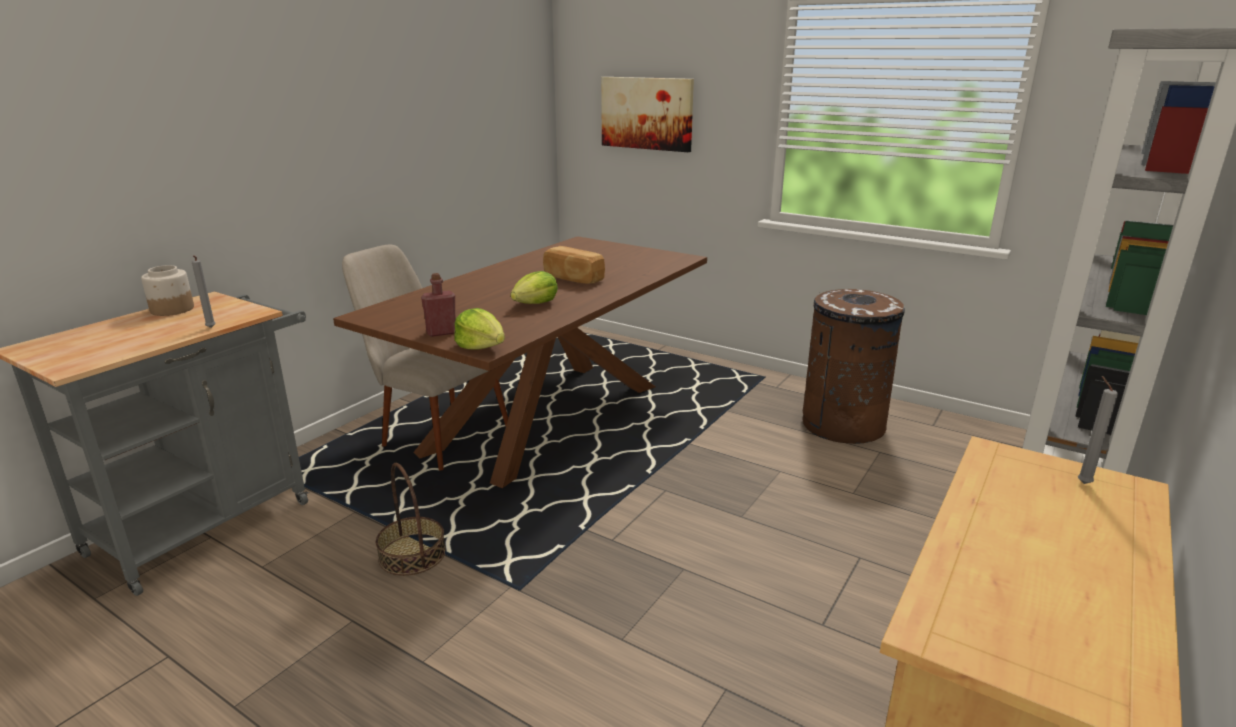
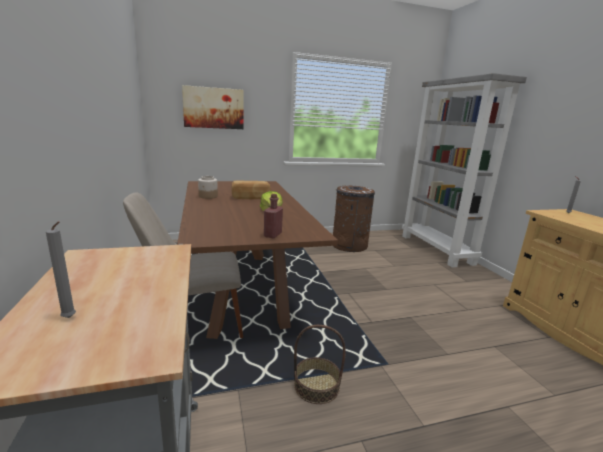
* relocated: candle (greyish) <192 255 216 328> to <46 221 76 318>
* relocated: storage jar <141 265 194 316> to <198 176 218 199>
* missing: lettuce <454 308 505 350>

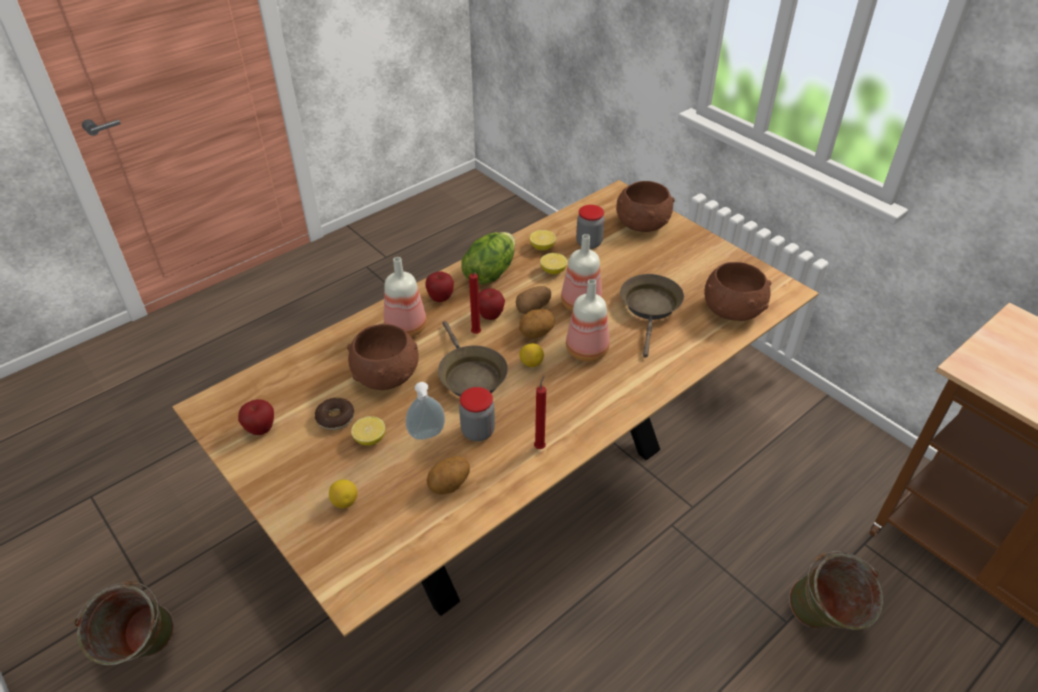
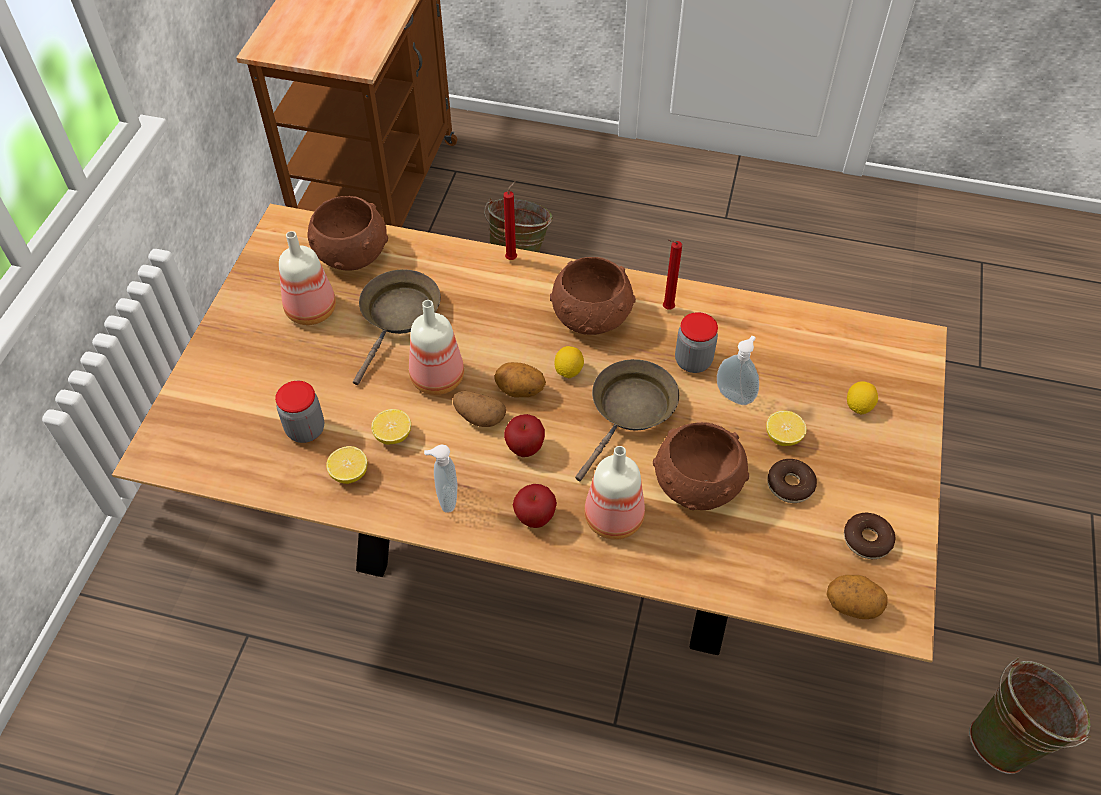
* relocated: bowl (brownish) <616 181 675 232> to <550 257 636 335>
* exchanged: lettuce <462 232 515 285> to liquid soap bottle <424 444 457 513>
* relocated: candle (red-coloured) <469 273 481 334> to <503 181 517 260>
* spun: skillet (brownish) <620 274 684 357> = <353 269 441 385> 135 degrees clockwise
* relocated: drink bottle <566 279 610 362> to <279 231 336 325>
* exchanged: apple <238 399 274 435> to donut <844 513 896 559>
* relocated: spud <427 456 470 494> to <826 575 888 619>

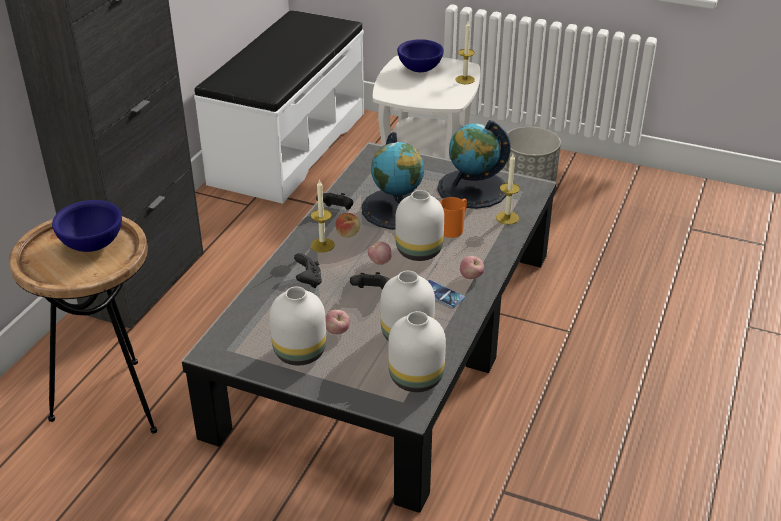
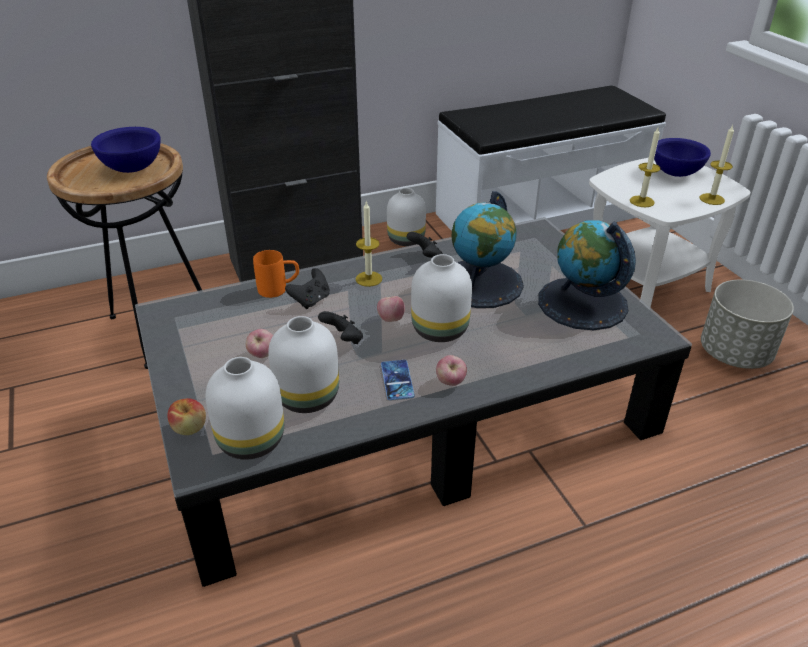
* relocated: candle <496 154 520 225> to <630 128 660 207>
* relocated: coffee mug (orange-coloured) <440 197 467 238> to <253 250 299 298>
* relocated: apple <335 213 360 238> to <167 398 206 435>
* relocated: decorative vase (white) <269 287 326 366> to <387 188 426 246>

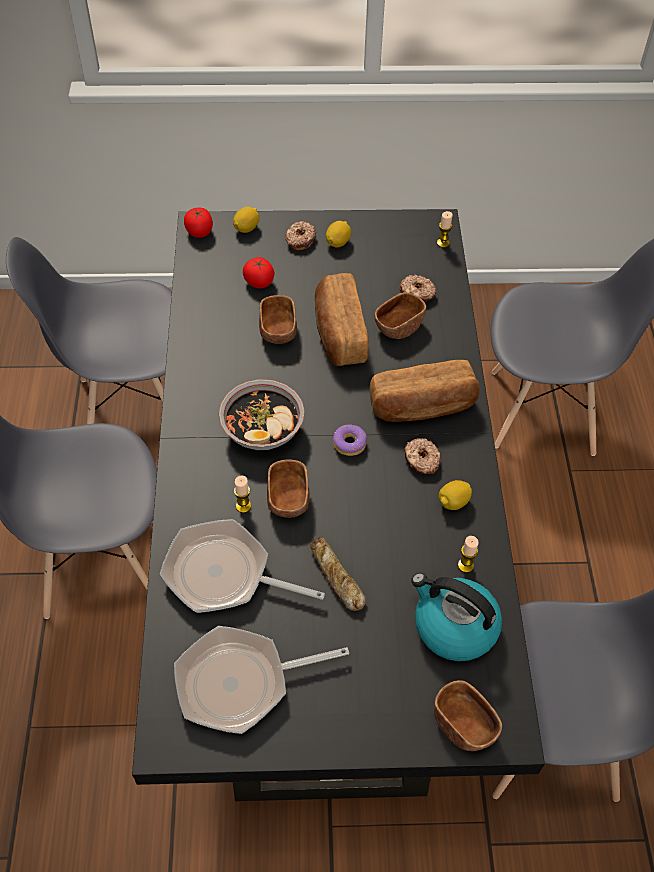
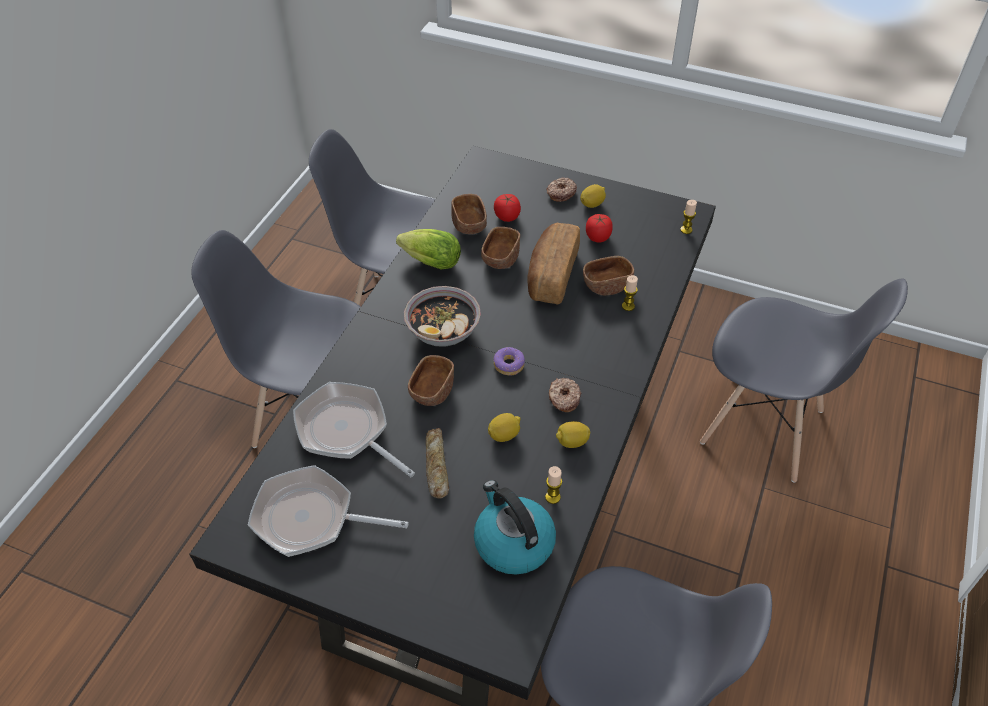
* relocated: lemon <233 207 259 233> to <488 413 520 442>
* relocated: whole tomato <184 208 213 238> to <586 214 613 242>
* missing: donut <400 275 436 302>
* missing: baked bread <370 360 480 422>
* relocated: candle <234 475 251 513> to <622 275 638 311>
* relocated: bowl (brownish) <434 680 502 751> to <451 194 487 234>
* appeared: lettuce <396 229 461 270>

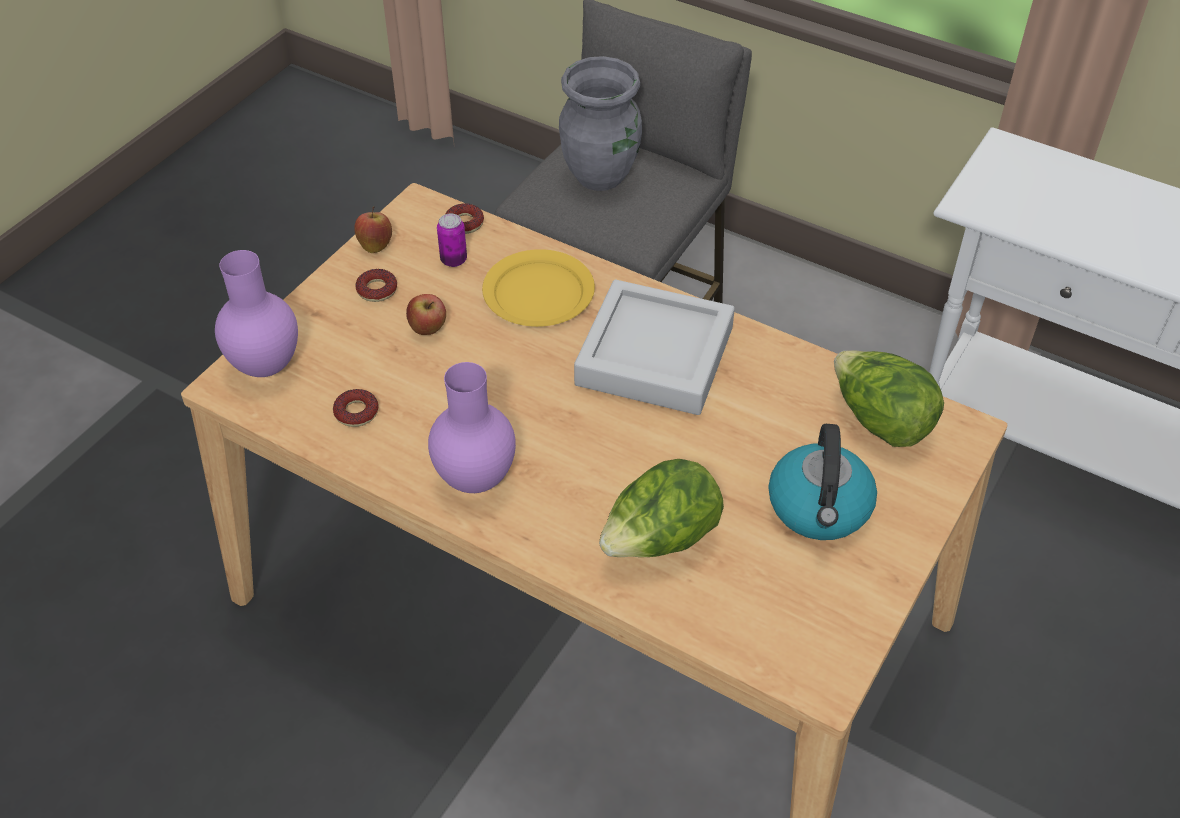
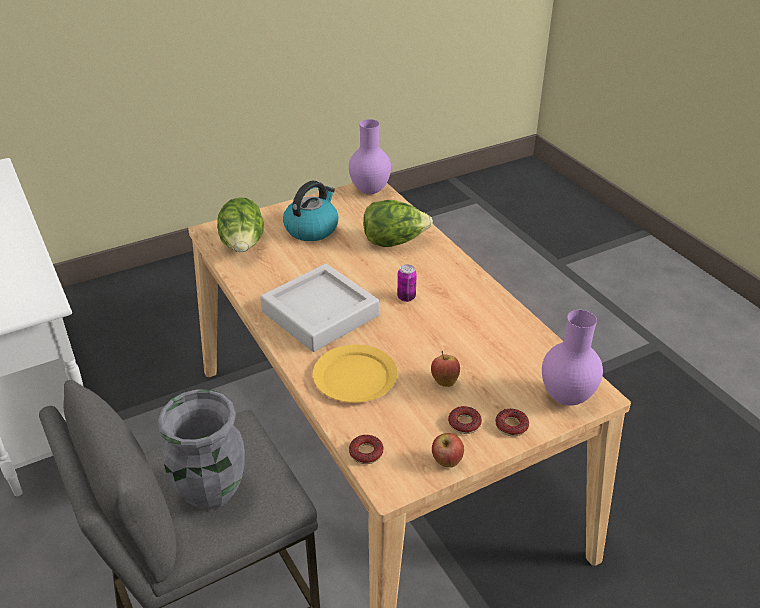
* relocated: sealed can <437 213 467 267> to <397 264 417 302>
* relocated: decorative vase (purple) <428 362 516 493> to <349 119 391 195>
* relocated: donut <333 389 378 427> to <495 409 529 436>

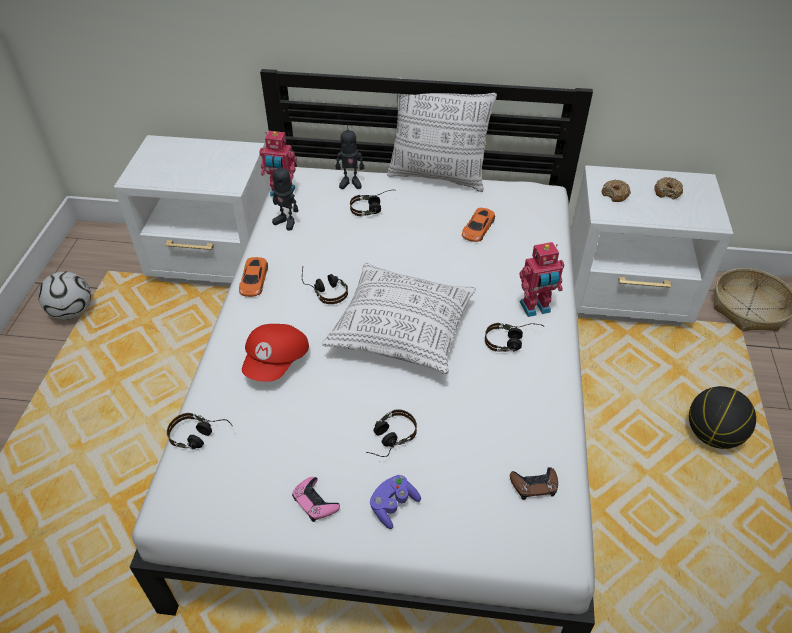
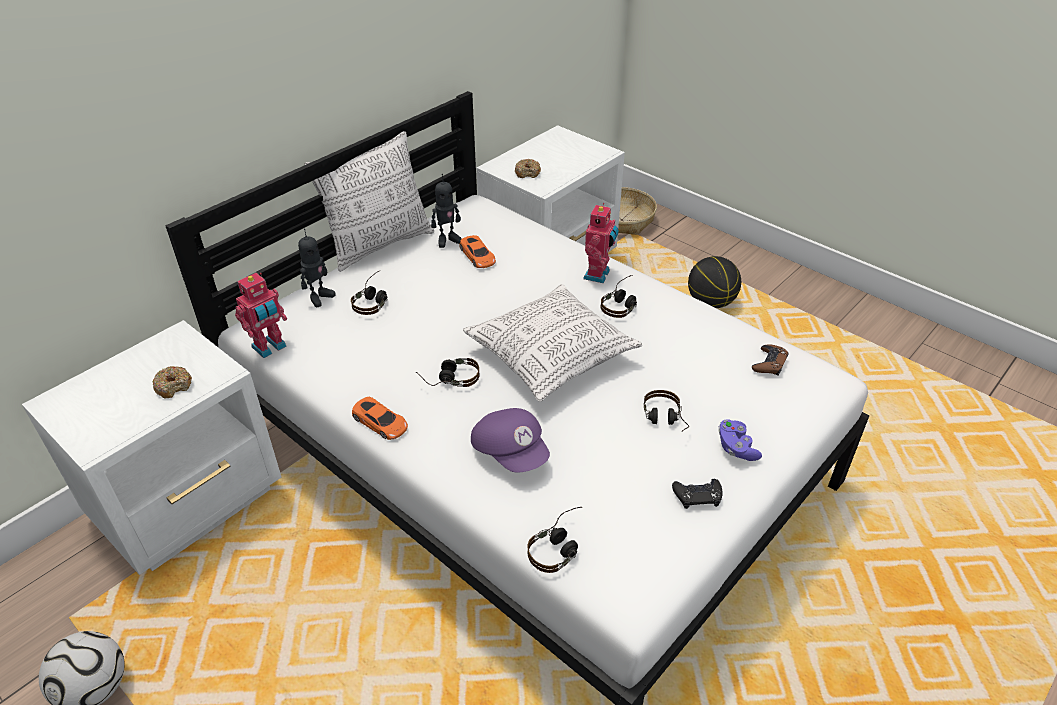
* relocated: robot figure <272 161 298 230> to <431 174 462 248>
* relocated: donut <654 177 683 199> to <153 366 192 398>
* colour: peaked cap (red-coloured) <242 324 309 382> to peaked cap (purple) <471 408 550 472>
* colour: game controller (pinkish) <292 477 340 522> to game controller (blackish) <672 479 723 509>

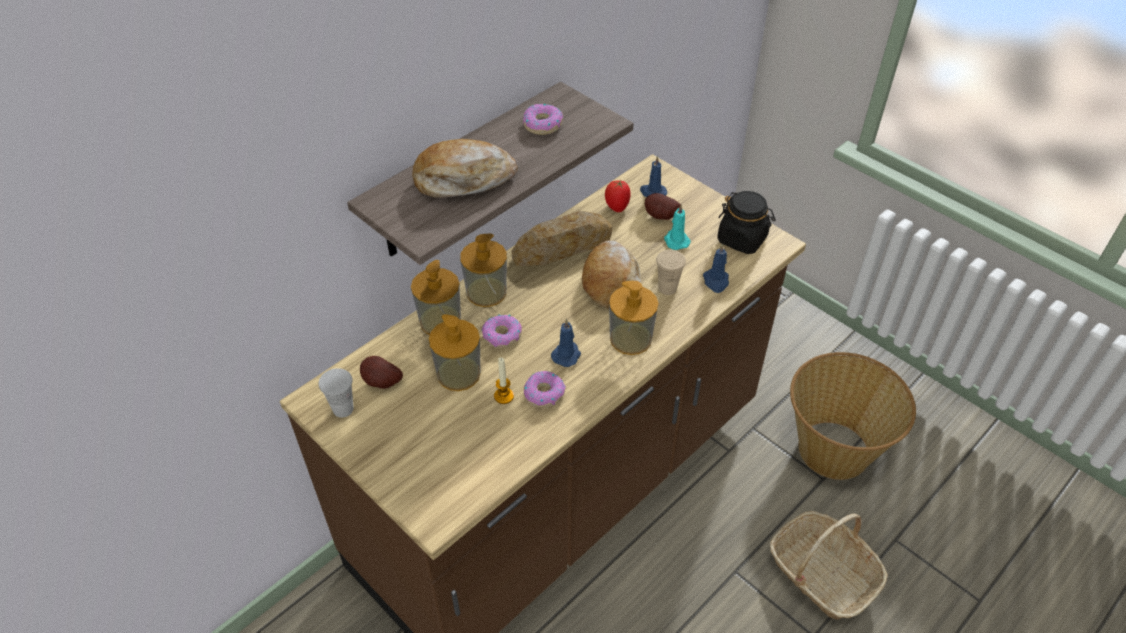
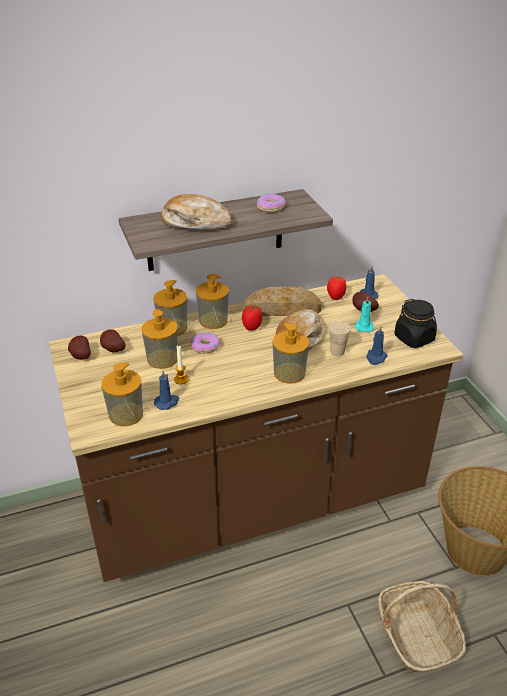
* relocated: candle (blue-coloured) <551 319 581 367> to <154 371 179 410>
* exchanged: drinking cup (white) <319 368 354 418> to spud <68 336 91 360>
* missing: donut <524 371 566 408>
* appeared: whole tomato <242 306 262 331>
* appeared: liquid soap bottle <101 363 143 427>

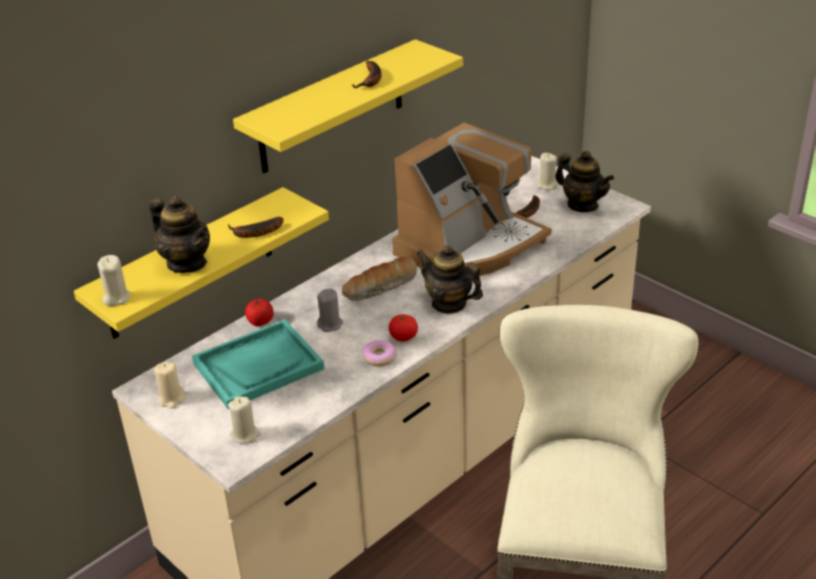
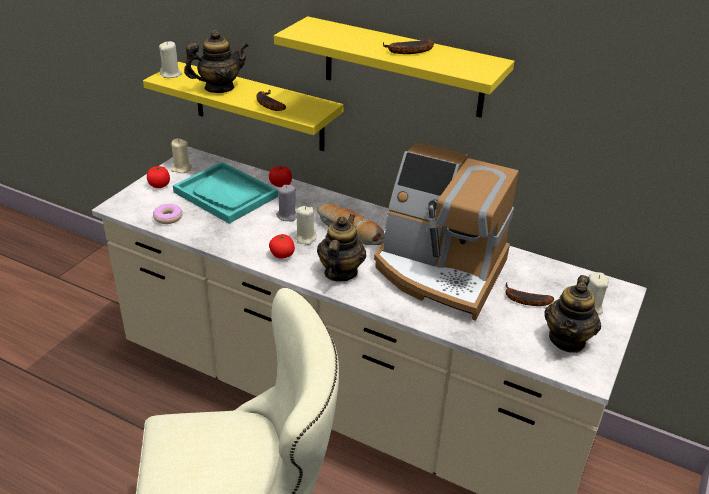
* spun: tea pot <149 196 210 273> = <184 30 249 93> 135 degrees counterclockwise
* relocated: donut <362 340 397 366> to <153 204 183 224>
* relocated: candle (beige) <228 397 261 443> to <295 206 317 245>
* appeared: whole tomato <147 166 170 188>

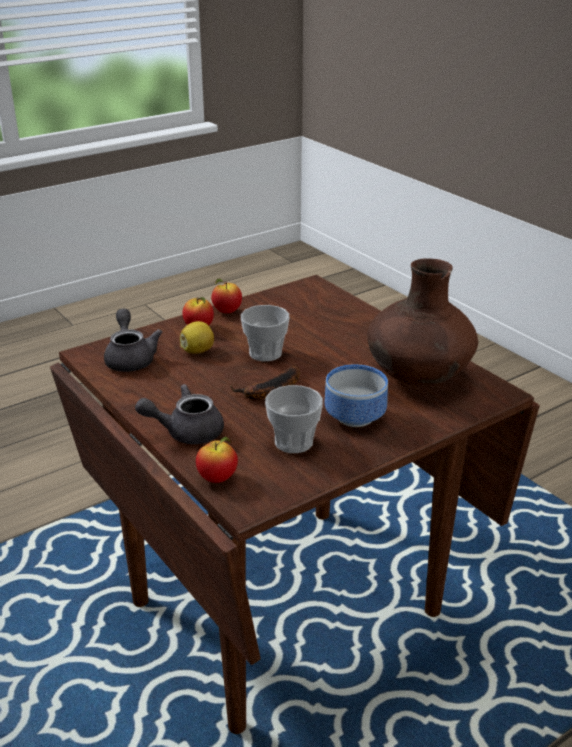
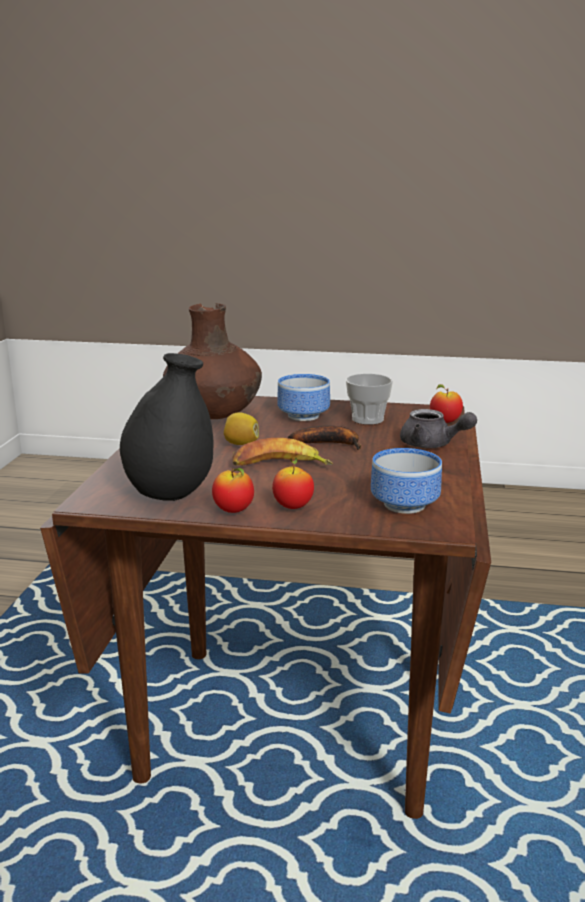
* exchanged: drinking cup <241 305 289 362> to banana fruit <232 438 333 466>
* exchanged: tea pot (greyish) <104 308 162 372> to bowl <371 448 442 514>
* relocated: lemon <180 321 214 354> to <224 412 259 445>
* appeared: decorative vase (blackish) <120 353 213 501>

